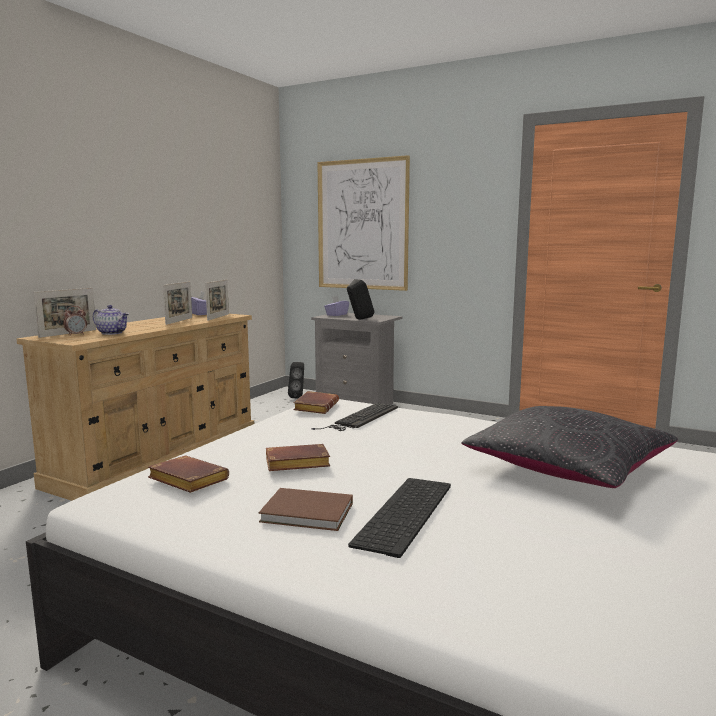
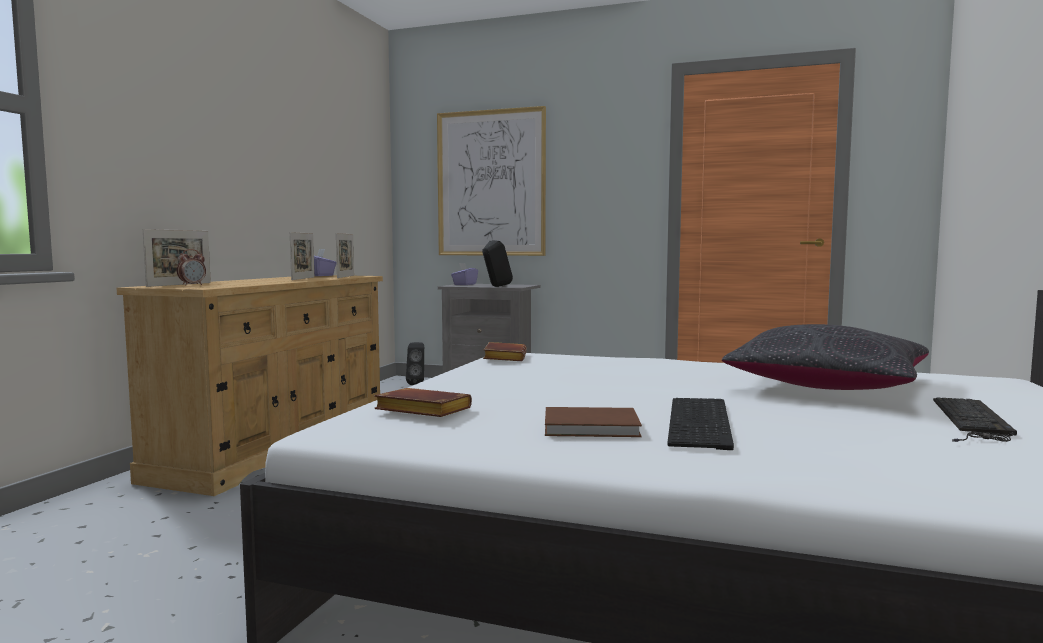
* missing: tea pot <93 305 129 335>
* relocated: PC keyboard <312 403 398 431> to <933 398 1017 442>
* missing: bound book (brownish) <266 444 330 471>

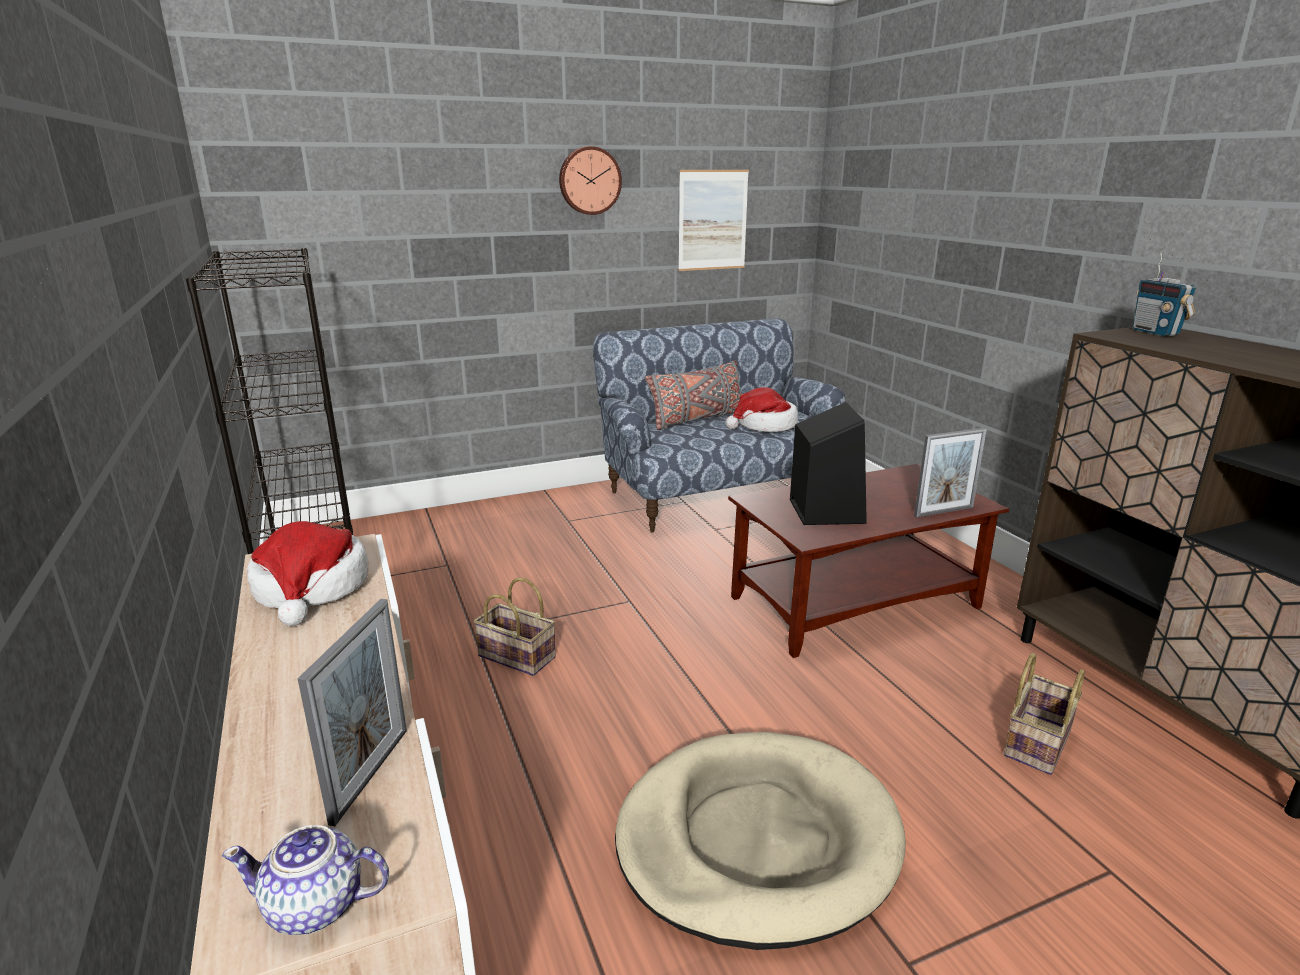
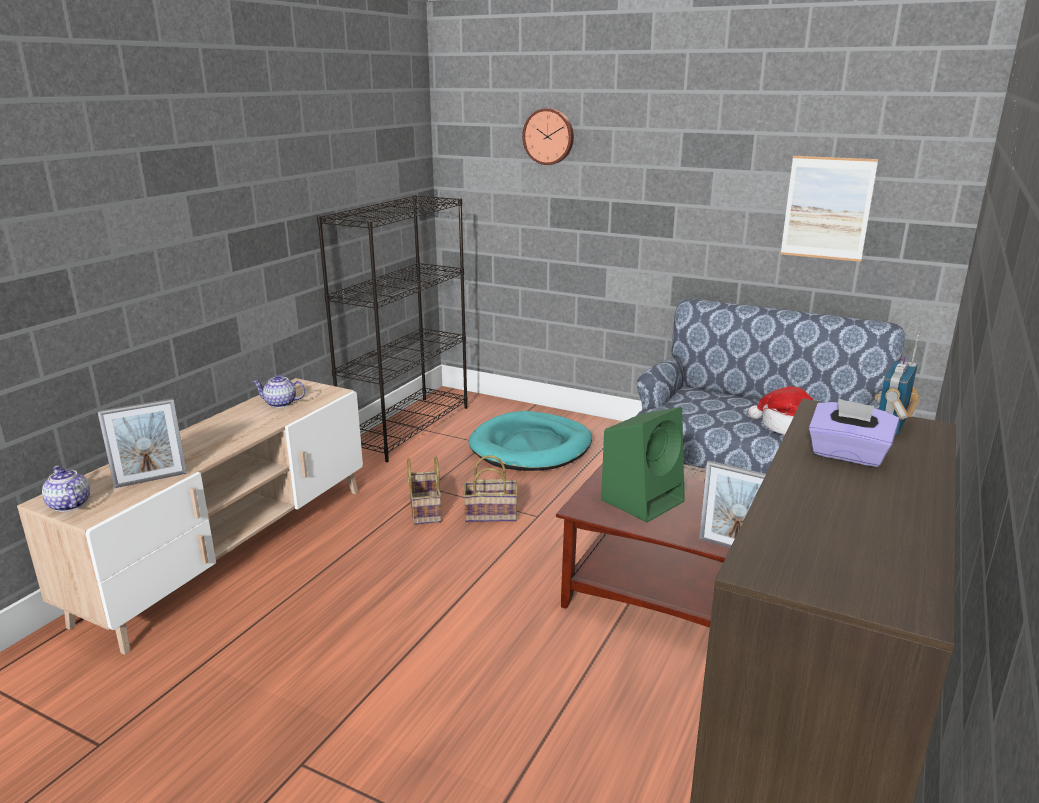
* relocated: hanging clock <559 146 622 215> to <522 108 574 165>
* missing: throw pillow (greyish) <645 361 742 430>
* colour: loudspeaker (blackish) <790 402 867 525> to loudspeaker (greenish) <601 407 685 522>
* exchanged: clothing hat <247 521 369 626> to tea pot <253 374 305 408>
* relocated: basket <1004 653 1085 775> to <463 455 518 522>
* missing: pet bed (beige) <615 732 906 950>
* appeared: box of tissues (purple) <809 398 899 467>
* appeared: pet bed (turquoise) <469 411 592 471>

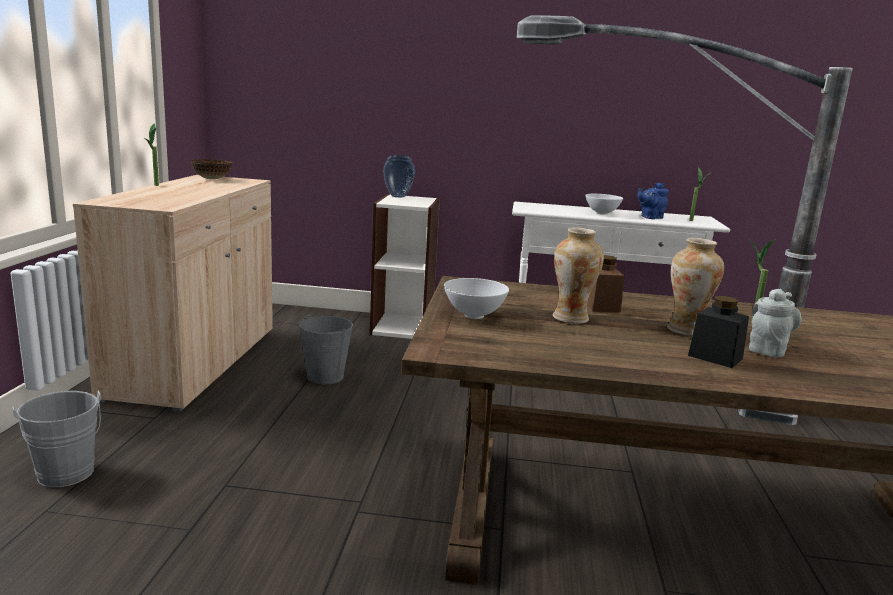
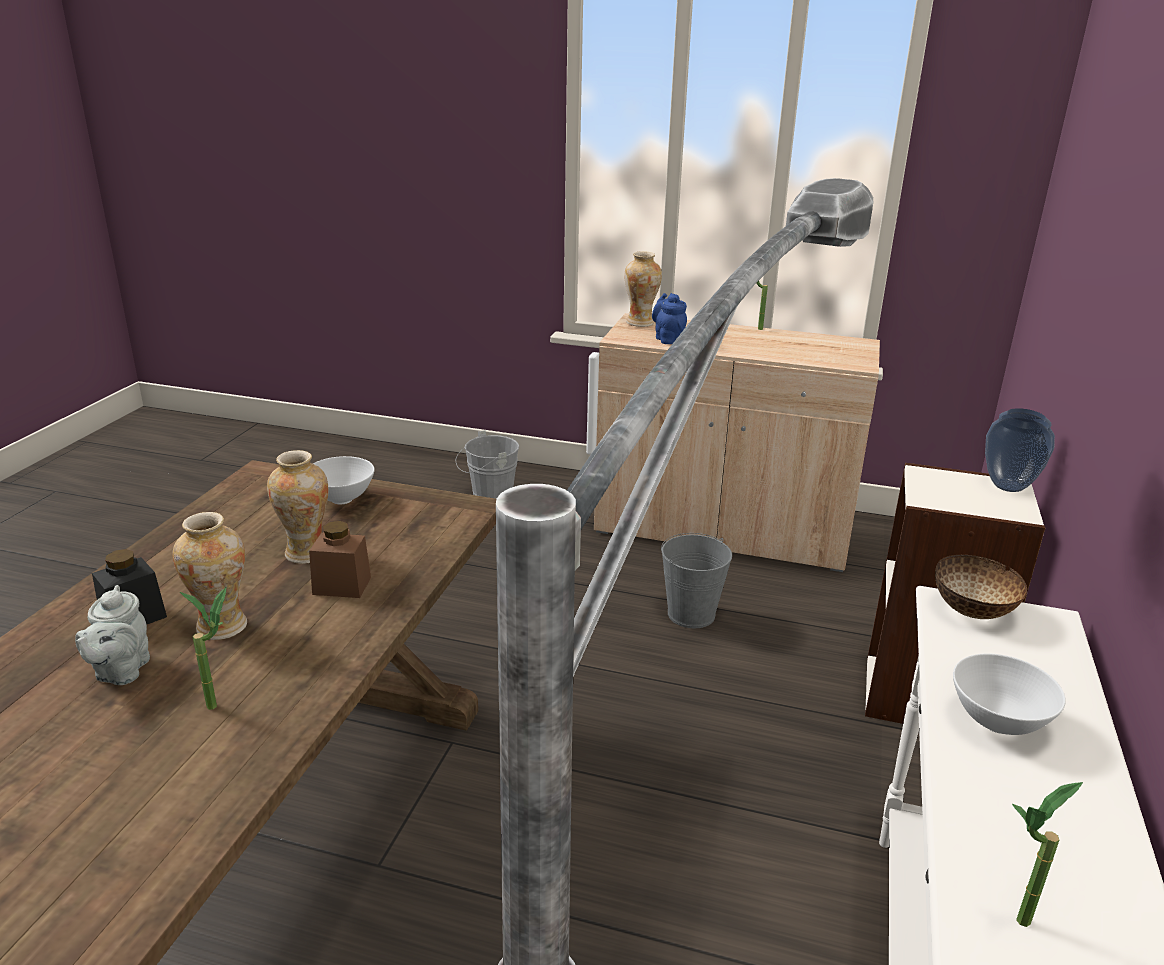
* relocated: bowl <191 159 232 180> to <935 555 1027 619>
* relocated: tea pot (blue-coloured) <638 183 669 219> to <652 293 687 344>
* spun: tea pot (greyish) <749 289 802 357> = <75 585 150 685> 45 degrees clockwise
* appeared: decorative vase <624 251 662 327>

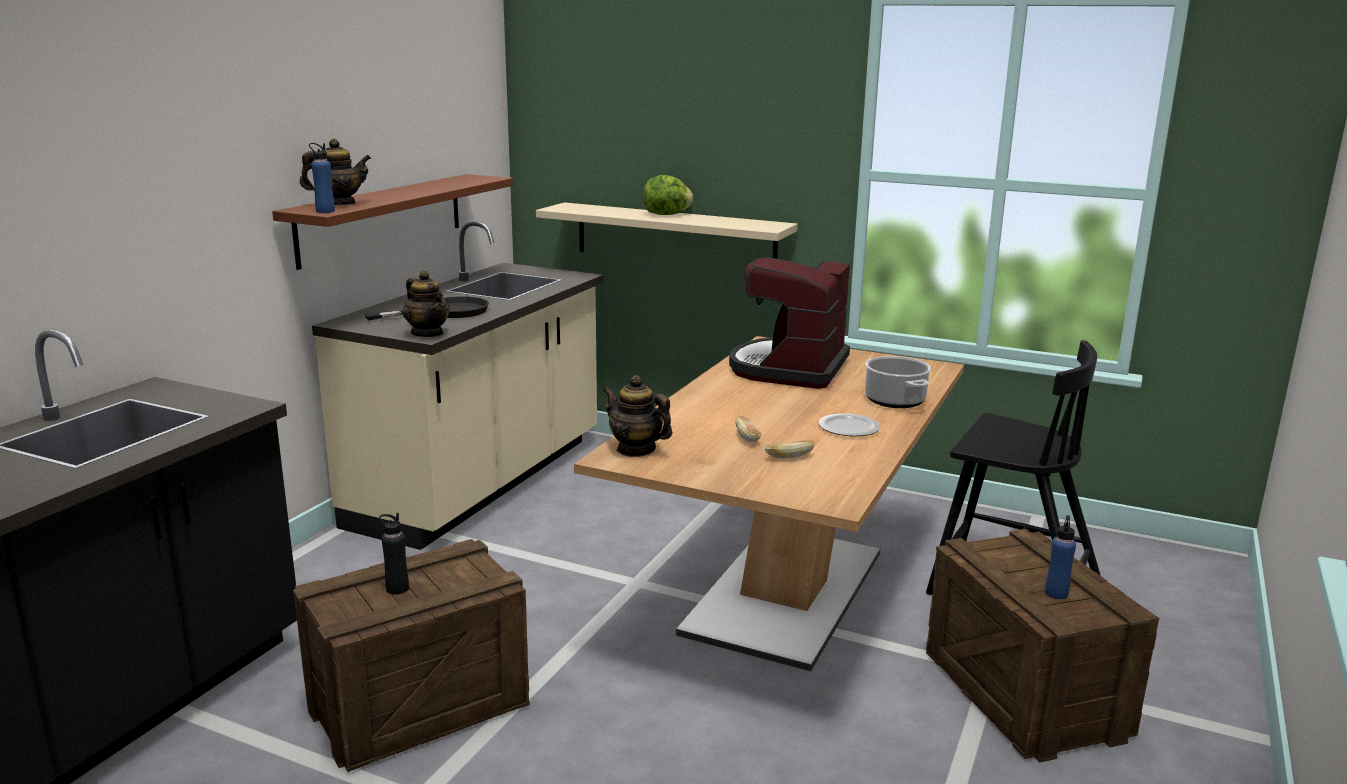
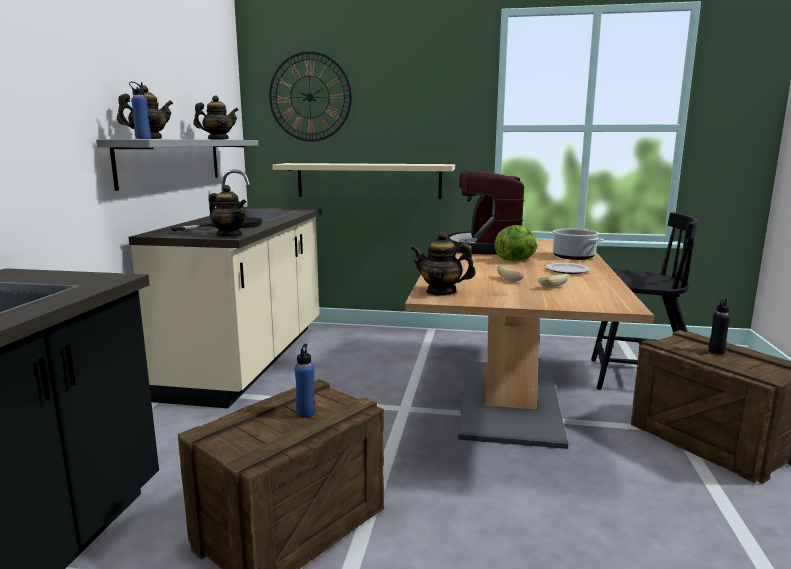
* colour: wall shelf (brownish) <272 174 514 270> to wall shelf (greyish) <96 139 258 191>
* relocated: lettuce <643 175 693 215> to <494 225 538 261>
* relocated: drink bottle (blackish) <379 513 409 595> to <708 299 730 355>
* relocated: drink bottle (blue-coloured) <1045 515 1076 599> to <295 344 316 418>
* appeared: hanging clock <269 51 352 142>
* appeared: tea pot <193 96 238 139>

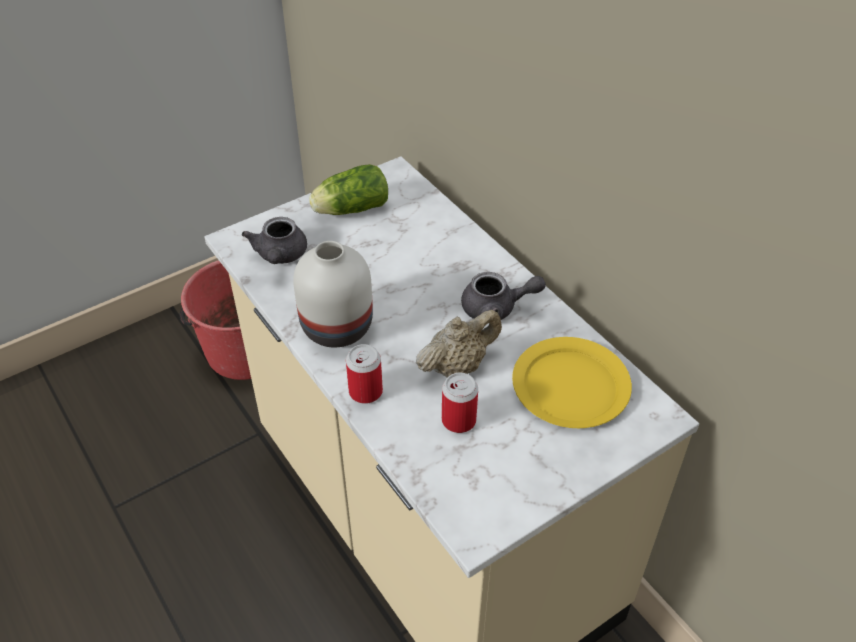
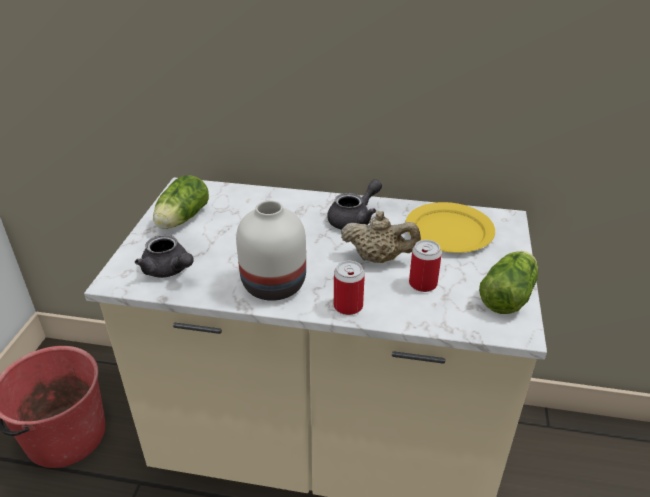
* spun: tea pot (beige) <416 310 502 378> = <341 211 421 263> 90 degrees clockwise
* appeared: lettuce <479 251 538 314>

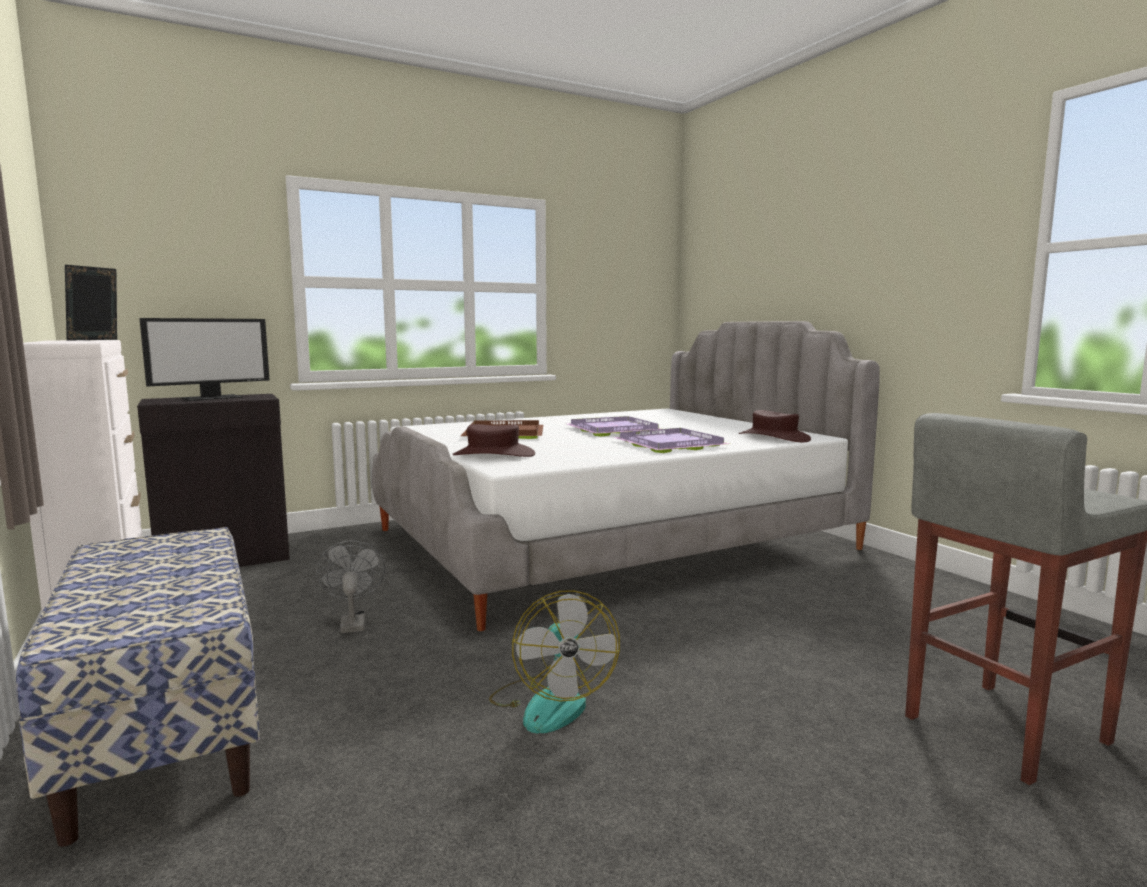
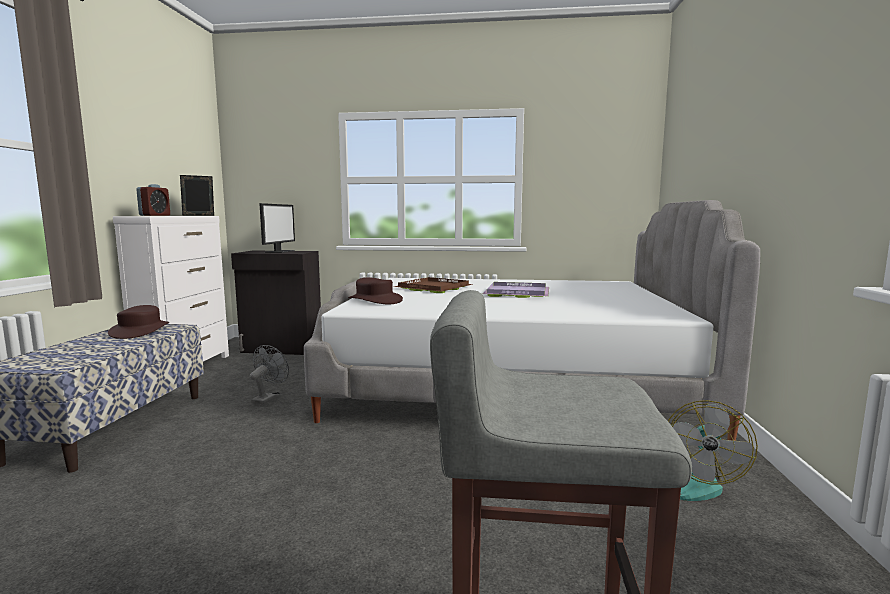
* spun: monitor <139 318 270 401> = <259 203 295 253> 75 degrees counterclockwise
* relocated: clothing hat (brownish) <739 410 811 442> to <108 305 169 339>
* missing: serving tray (purple) <613 428 730 453>
* relocated: fan <489 590 620 733> to <668 400 758 501>
* appeared: table clock <136 184 170 216>

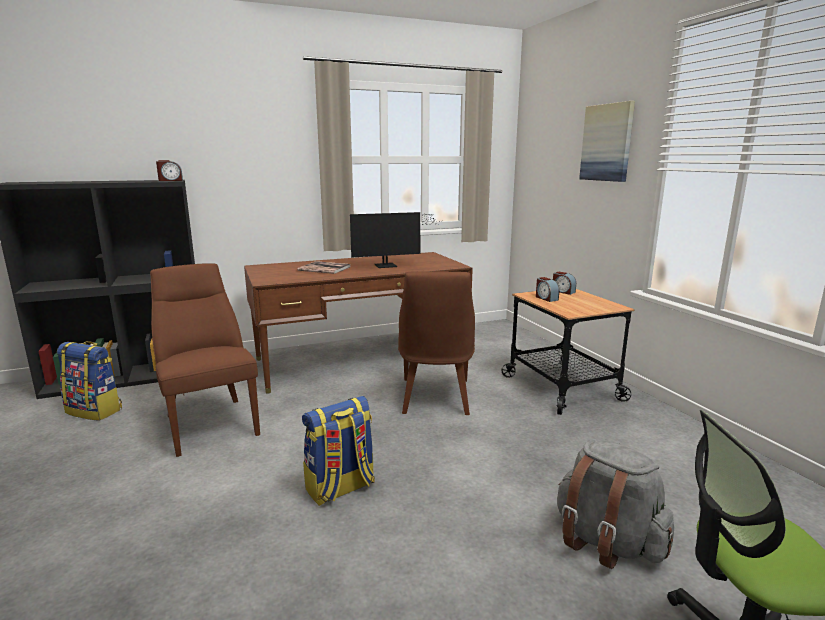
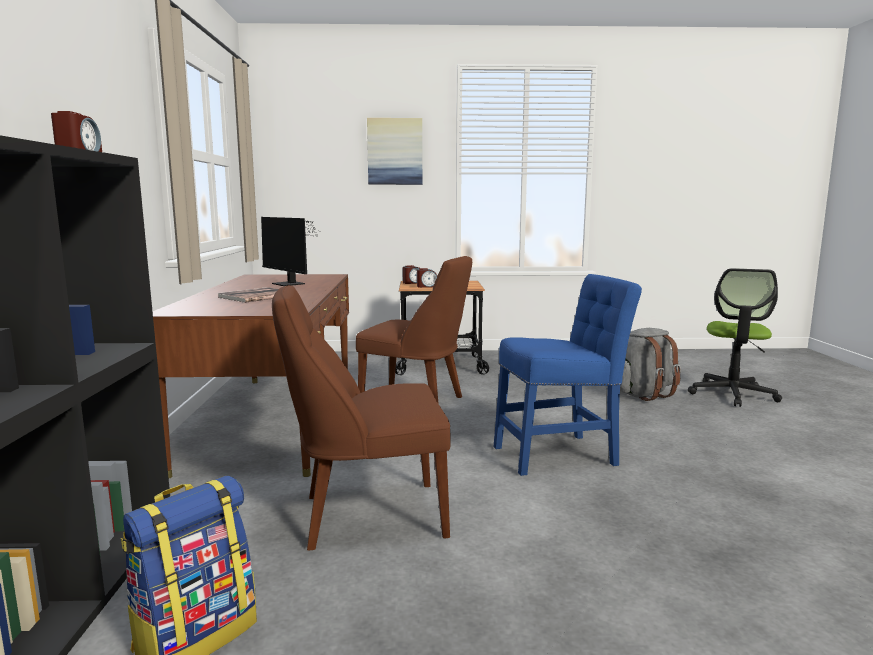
* spun: monitor <350 212 441 268> = <261 217 320 286> 135 degrees clockwise
* exchanged: rucksack <302 396 375 506> to chair (blue-coloured) <493 274 642 476>

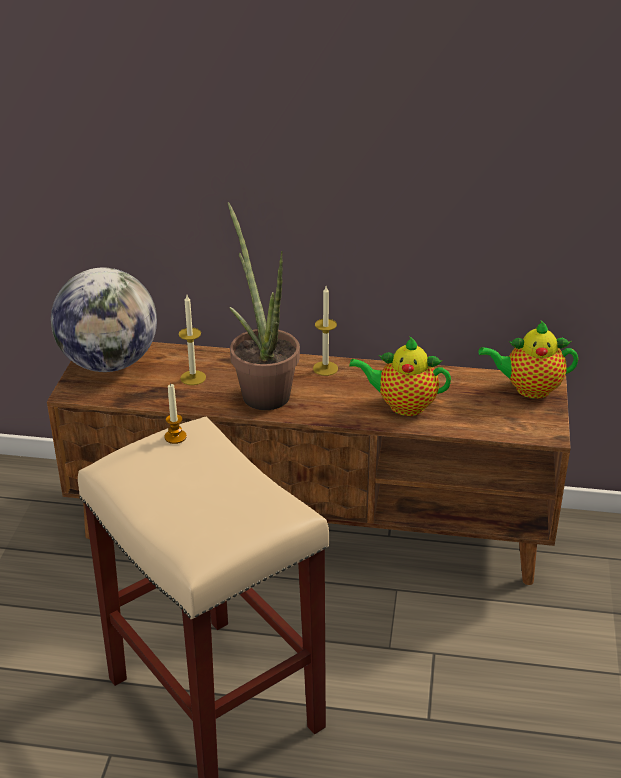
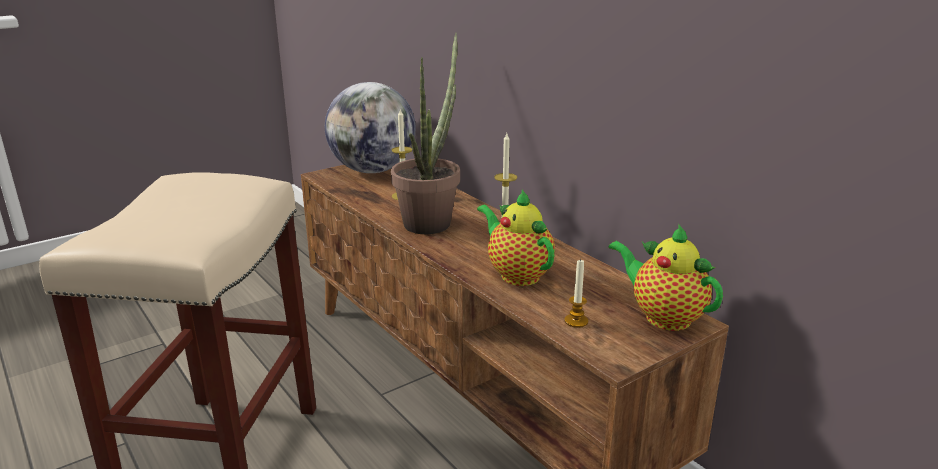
* relocated: candle <164 384 187 444> to <565 259 588 328>

